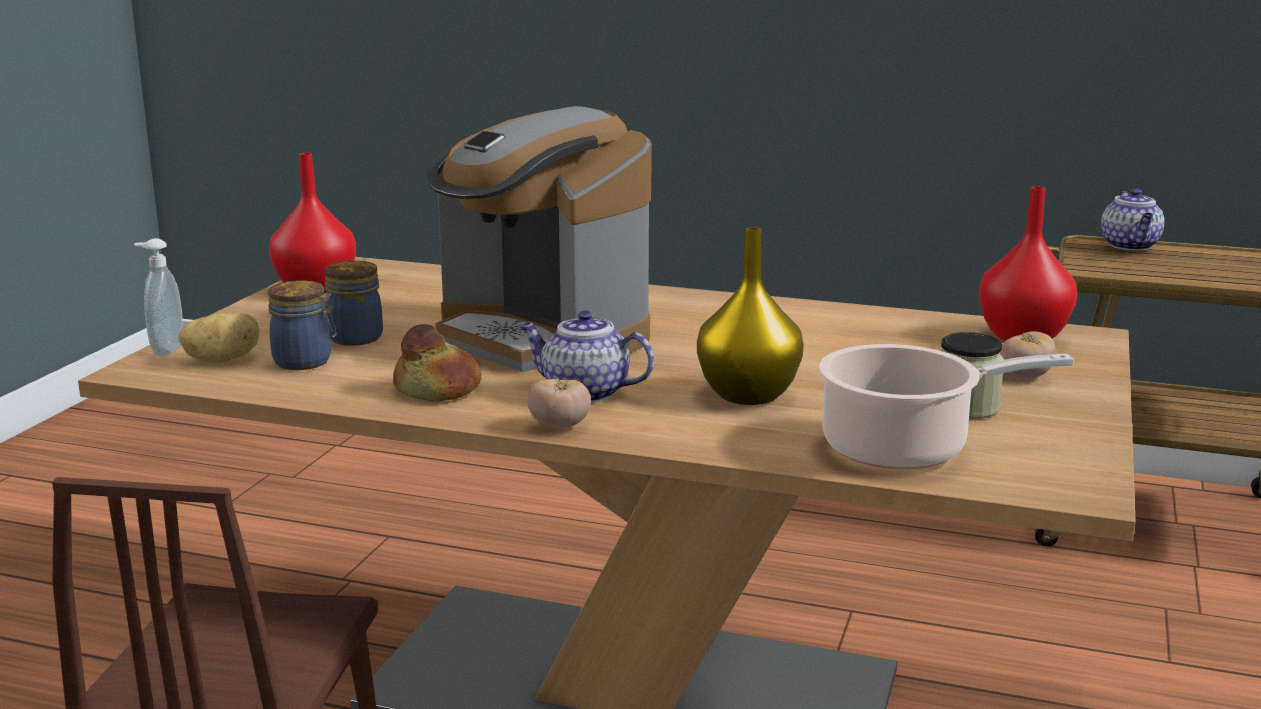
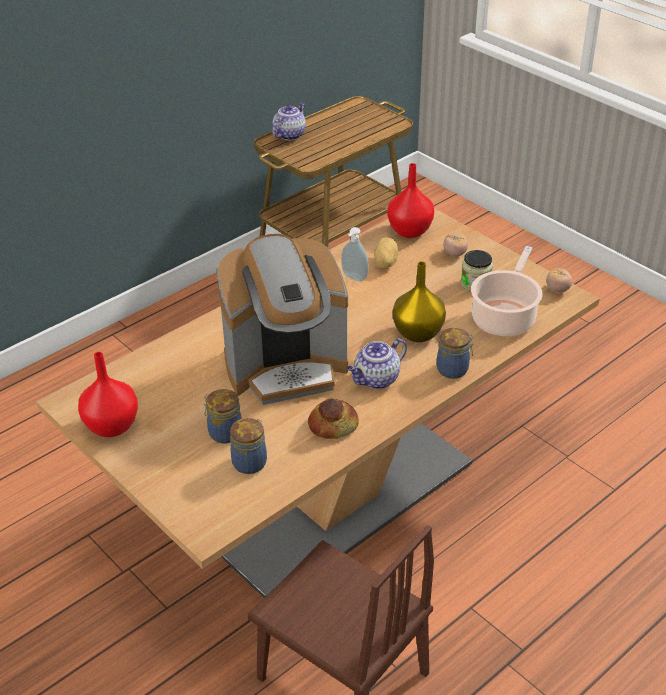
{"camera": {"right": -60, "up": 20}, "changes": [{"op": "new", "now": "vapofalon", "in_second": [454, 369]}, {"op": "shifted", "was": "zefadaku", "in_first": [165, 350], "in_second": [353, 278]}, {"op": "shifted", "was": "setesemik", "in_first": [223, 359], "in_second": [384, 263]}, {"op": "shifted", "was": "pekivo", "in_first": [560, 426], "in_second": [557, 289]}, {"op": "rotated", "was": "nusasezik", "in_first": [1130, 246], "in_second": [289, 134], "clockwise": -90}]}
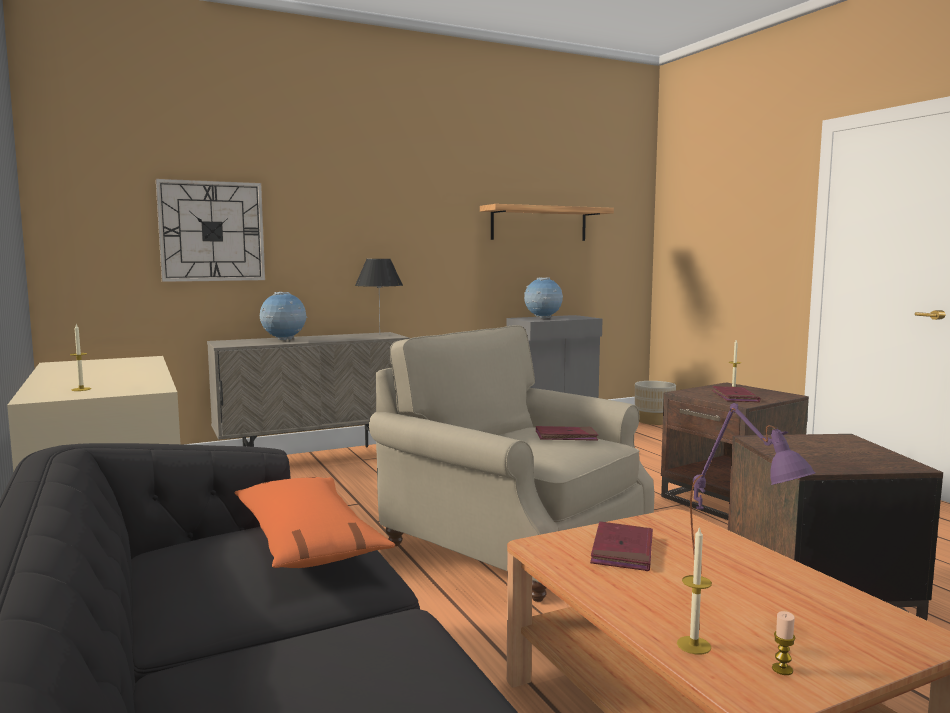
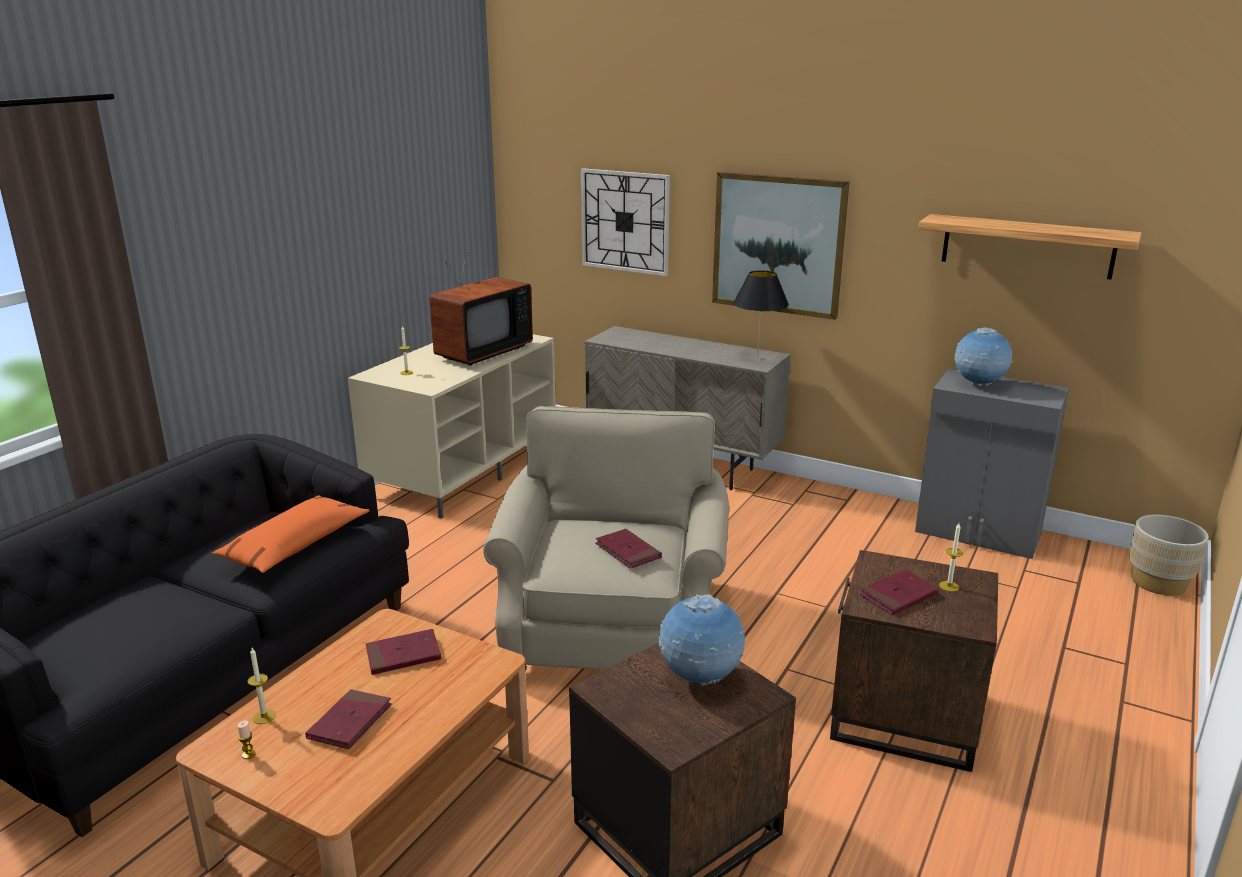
{"camera": {"right": 55, "up": 15}, "changes": [{"op": "new", "now": "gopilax", "in_second": [478, 352]}, {"op": "new", "now": "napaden", "in_second": [778, 244]}, {"op": "shifted", "was": "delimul", "in_first": [284, 340], "in_second": [700, 678]}, {"op": "swapped", "was": "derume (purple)", "now": "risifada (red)", "in_first": [743, 598], "in_second": [350, 722]}]}
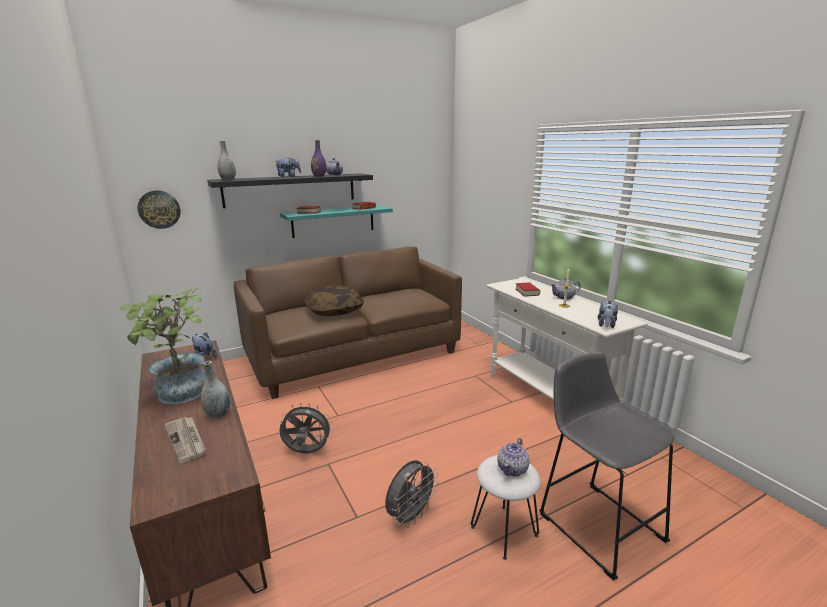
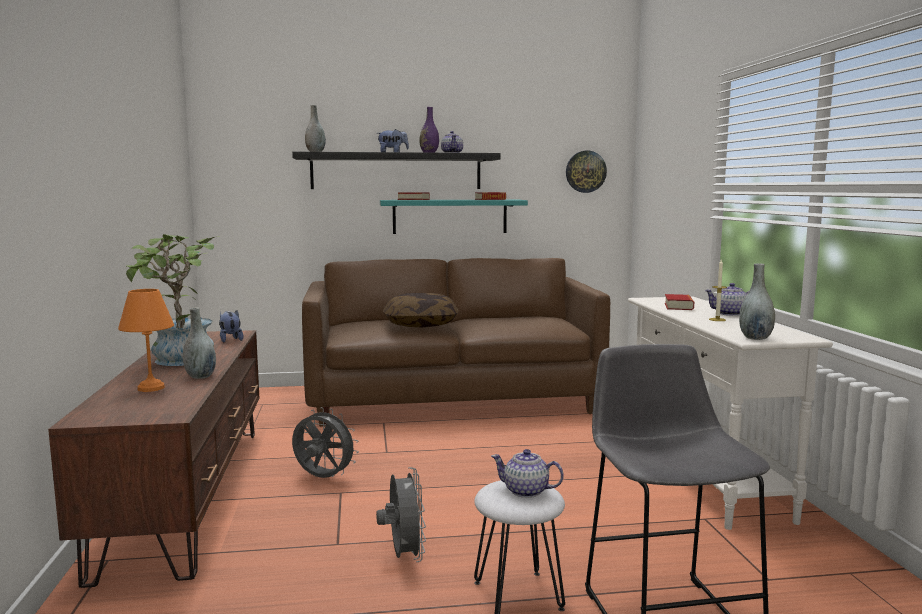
{"camera": {"right": 20, "up": -10}, "changes": [{"op": "shifted", "was": "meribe", "in_first": [159, 209], "in_second": [585, 171]}, {"op": "swapped", "was": "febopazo", "now": "derume (orange)", "in_first": [186, 440], "in_second": [152, 388]}, {"op": "swapped", "was": "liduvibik", "now": "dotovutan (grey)", "in_first": [606, 325], "in_second": [755, 338]}, {"op": "rotated", "was": "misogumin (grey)", "in_first": [410, 516], "in_second": [403, 556], "clockwise": -75}, {"op": "rotated", "was": "nusasezik", "in_first": [513, 469], "in_second": [526, 491], "clockwise": 60}]}
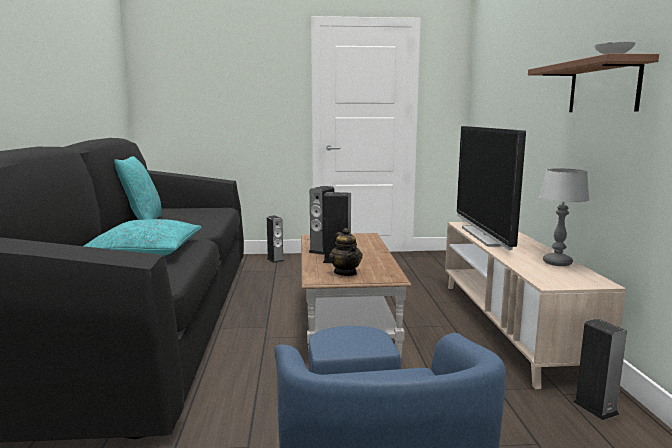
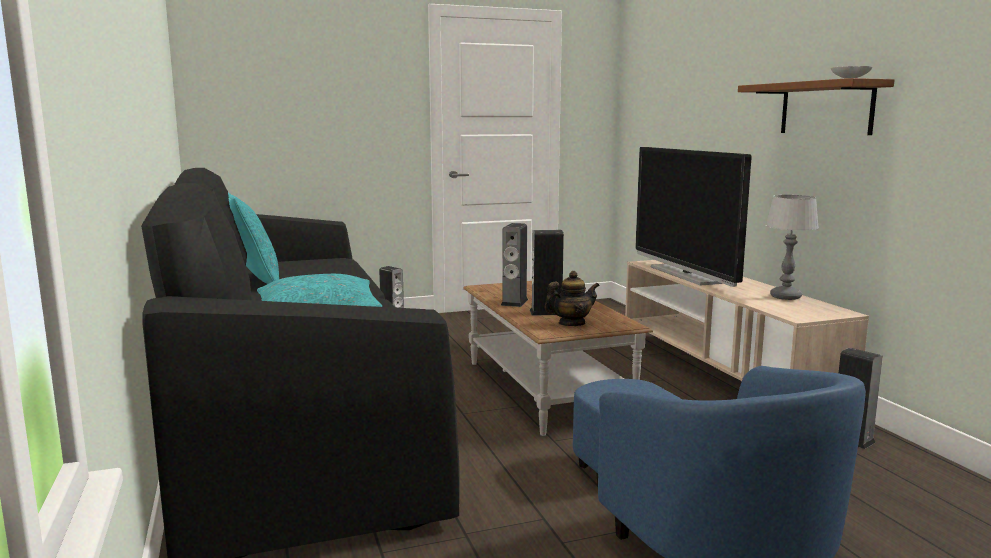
{"camera": {"right": -15, "up": 0}, "changes": [{"op": "rotated", "was": "nusasezik", "in_first": [346, 273], "in_second": [571, 324], "clockwise": -75}]}
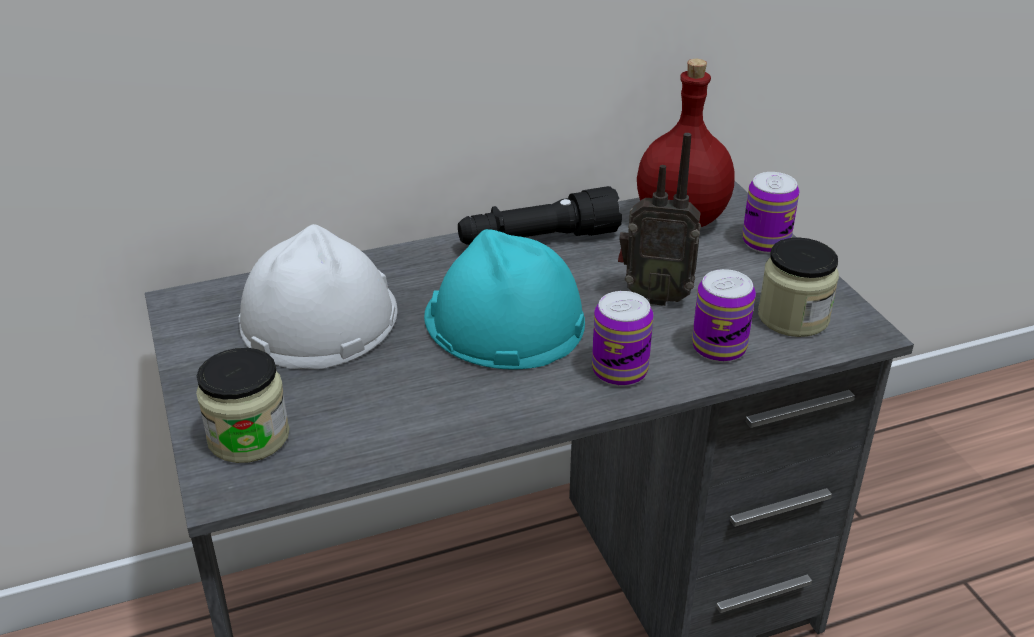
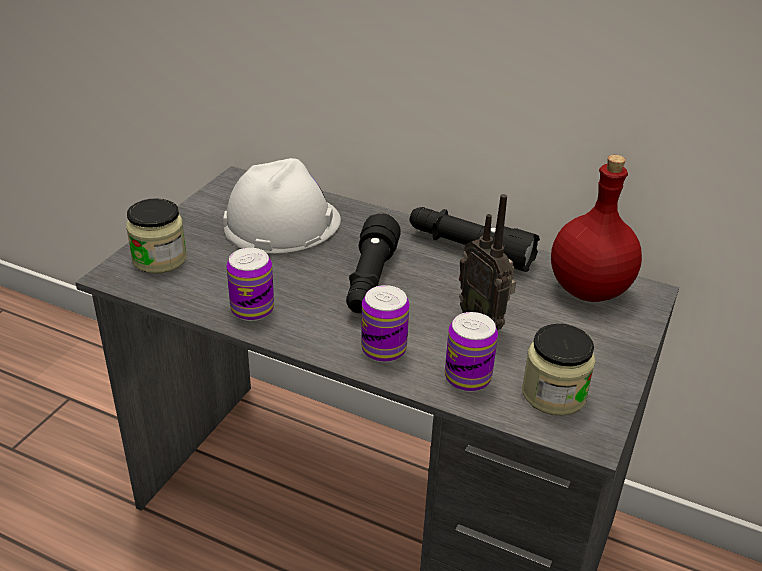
{"camera": {"right": 45, "up": 0}, "changes": [{"op": "shifted", "was": "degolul", "in_first": [765, 242], "in_second": [252, 309]}, {"op": "swapped", "was": "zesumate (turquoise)", "now": "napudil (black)", "in_first": [504, 320], "in_second": [370, 281]}]}
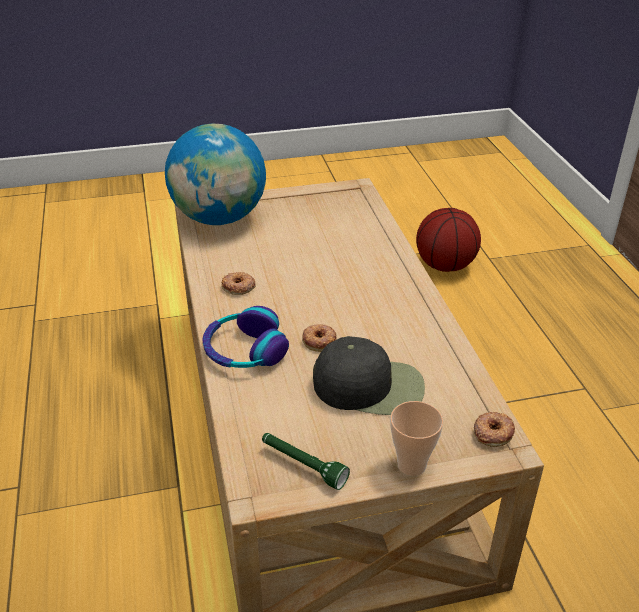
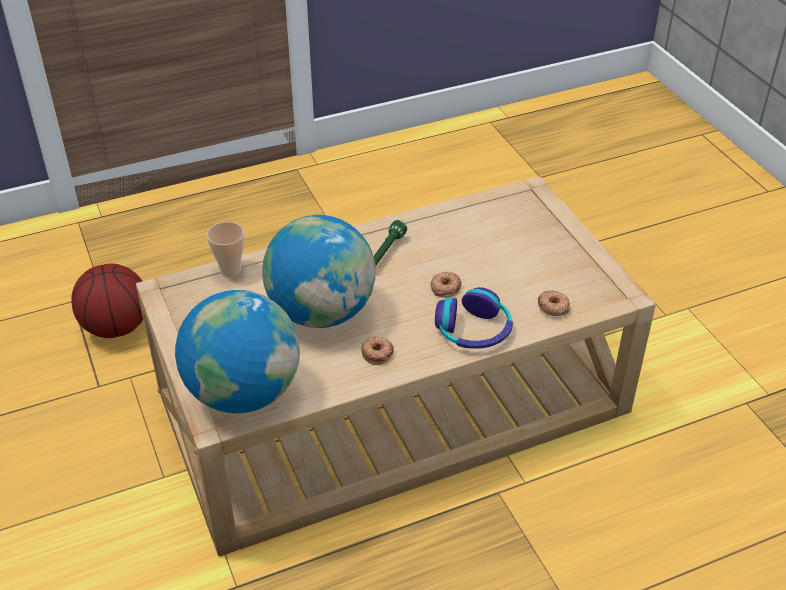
{"camera": {"right": -100, "up": 5}, "changes": [{"op": "gone", "was": "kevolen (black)", "in_first": [370, 386]}, {"op": "new", "now": "delimul", "in_second": [322, 312]}, {"op": "shifted", "was": "napudil (green)", "in_first": [302, 465], "in_second": [385, 252]}, {"op": "shifted", "was": "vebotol", "in_first": [411, 465], "in_second": [230, 269]}, {"op": "shifted", "was": "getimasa", "in_first": [492, 432], "in_second": [553, 306]}]}
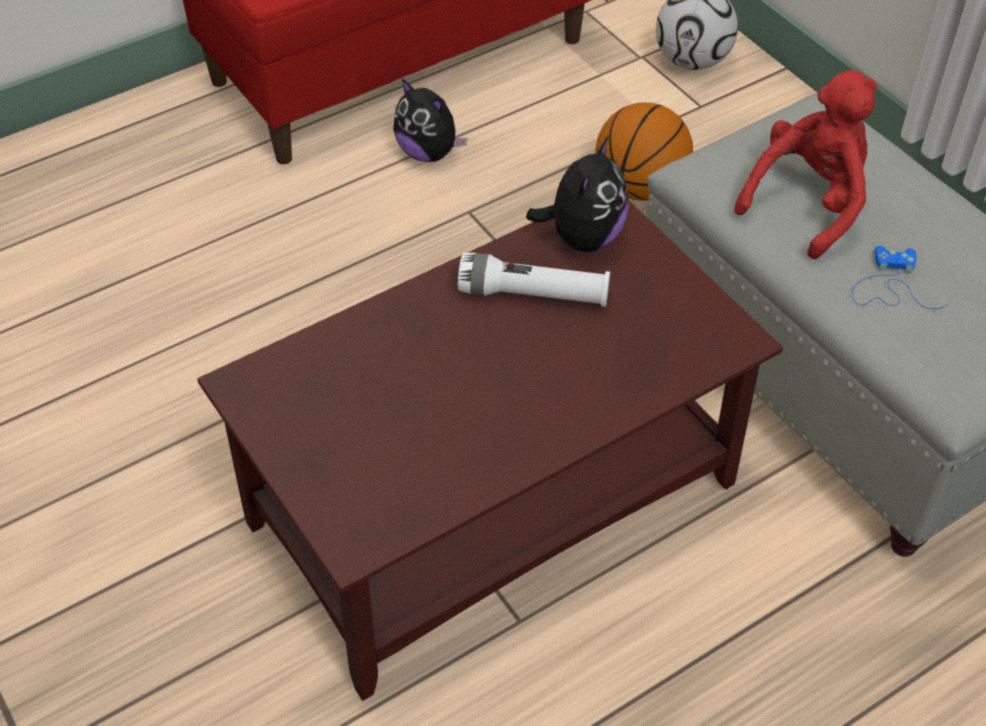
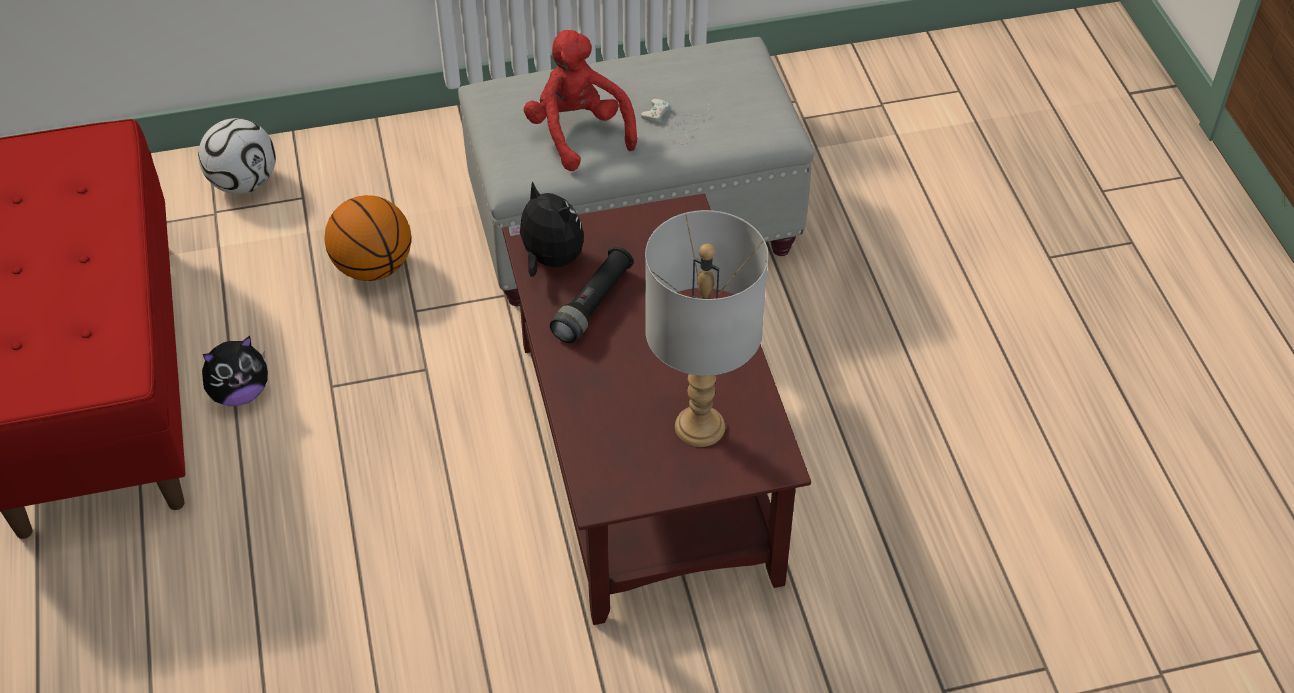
{"camera": {"right": -70, "up": 0}, "changes": [{"op": "new", "now": "derume (grey)", "in_second": [700, 425]}, {"op": "repainted", "was": "napudil (white)", "now": "napudil (black)", "in_first": [533, 295], "in_second": [593, 304]}, {"op": "repainted", "was": "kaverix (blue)", "now": "kaverix (white)", "in_first": [889, 285], "in_second": [674, 123]}]}
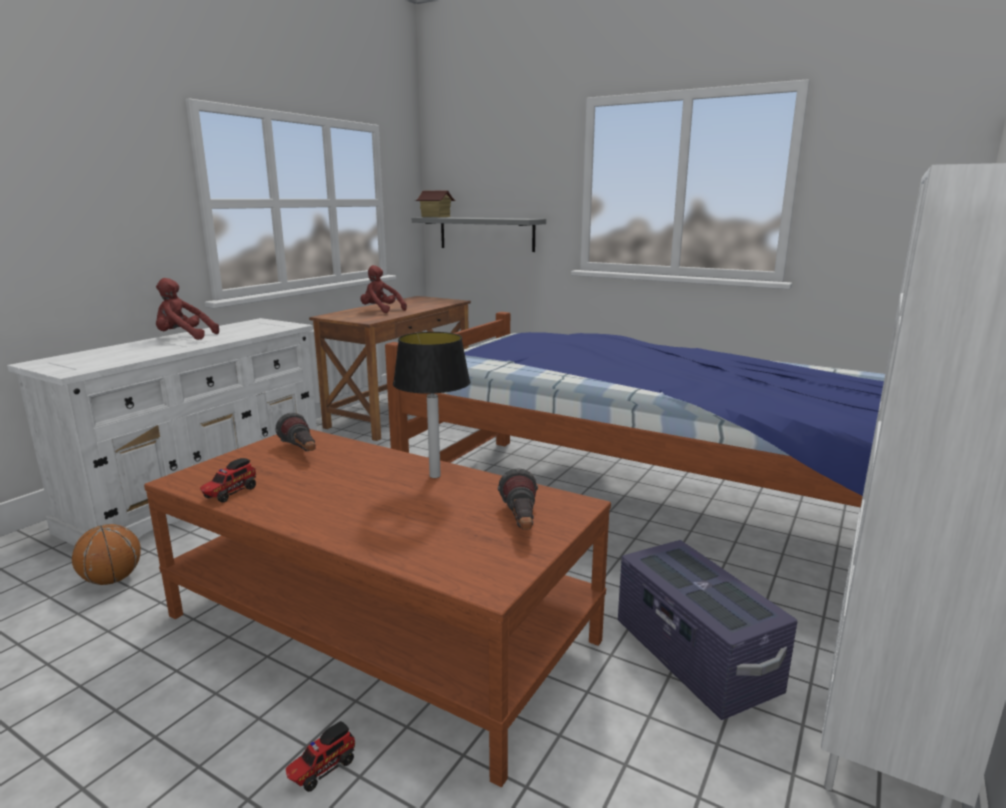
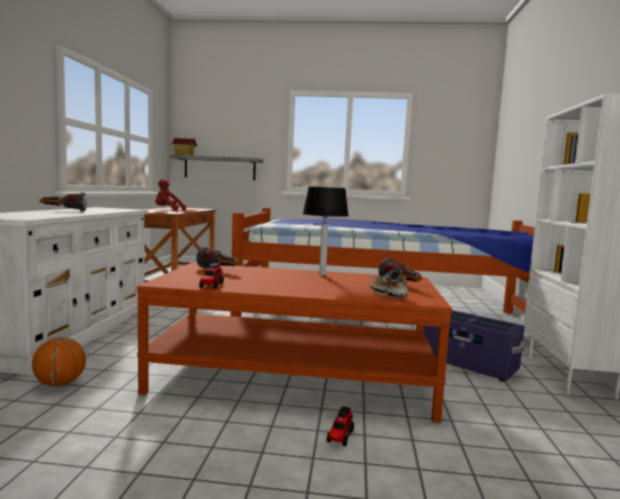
{"camera": {"right": -25, "up": -10}, "changes": [{"op": "new", "now": "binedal", "in_second": [387, 293]}, {"op": "swapped", "was": "liduvibik (red)", "now": "napudil", "in_first": [183, 337], "in_second": [64, 210]}]}
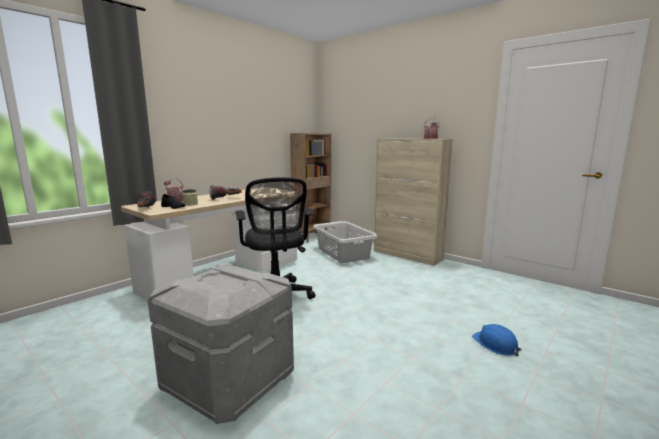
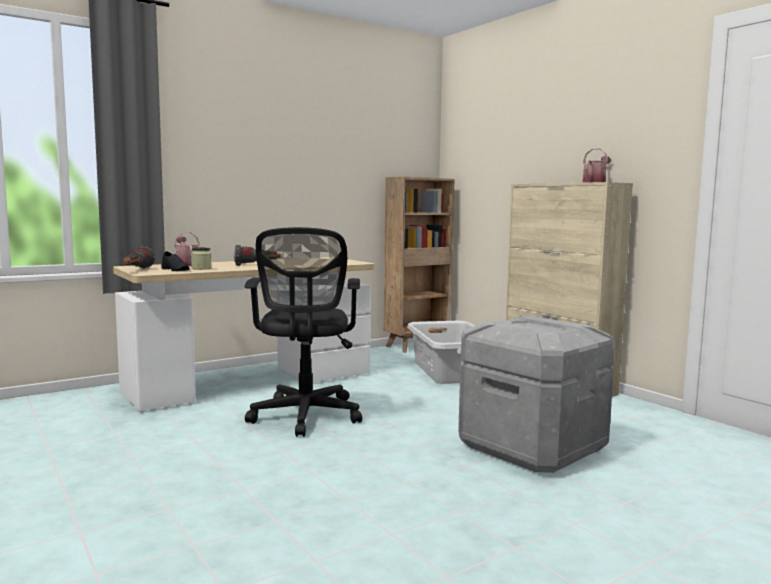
{"camera": {"right": 15, "up": -5}, "changes": [{"op": "gone", "was": "zesumate (blue)", "in_first": [495, 344]}, {"op": "shifted", "was": "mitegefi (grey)", "in_first": [228, 382], "in_second": [530, 447]}]}
